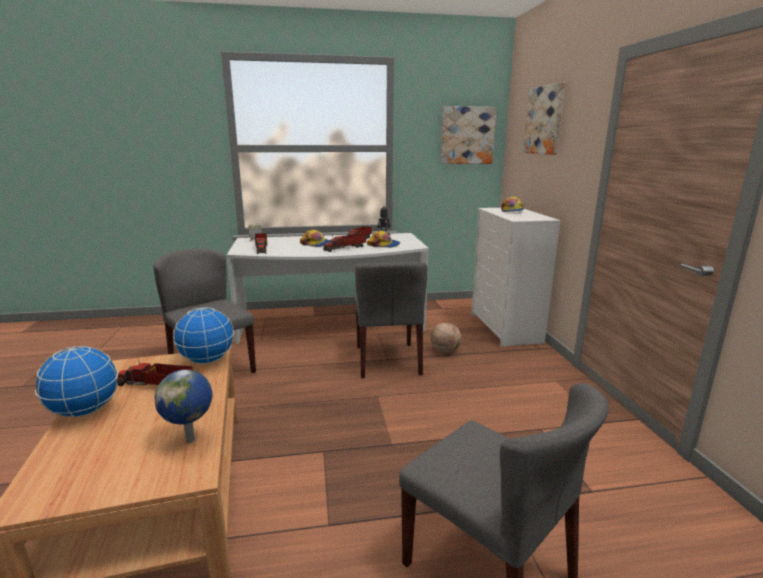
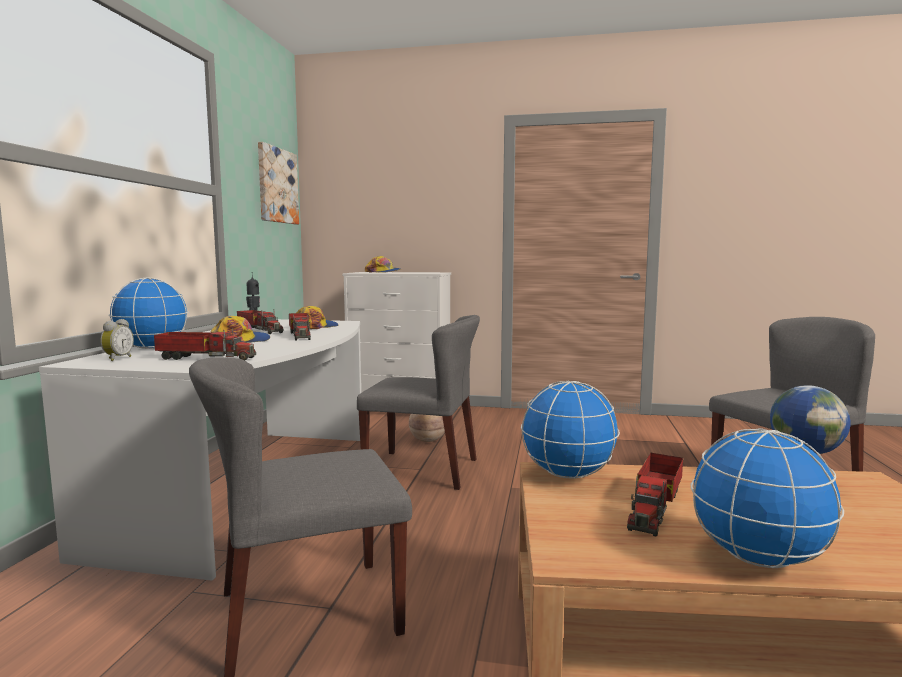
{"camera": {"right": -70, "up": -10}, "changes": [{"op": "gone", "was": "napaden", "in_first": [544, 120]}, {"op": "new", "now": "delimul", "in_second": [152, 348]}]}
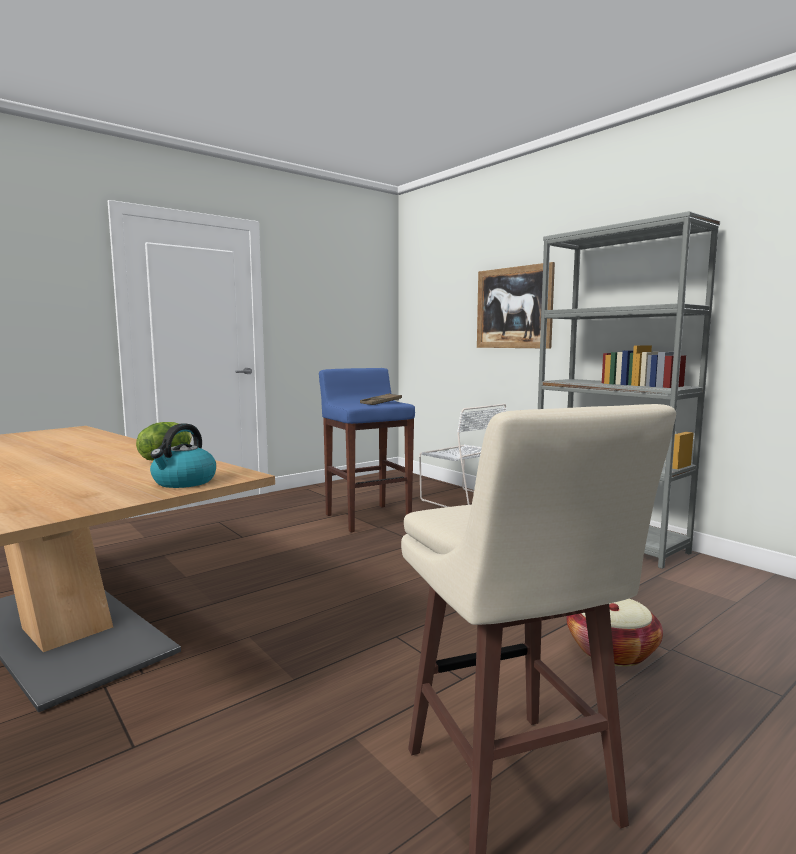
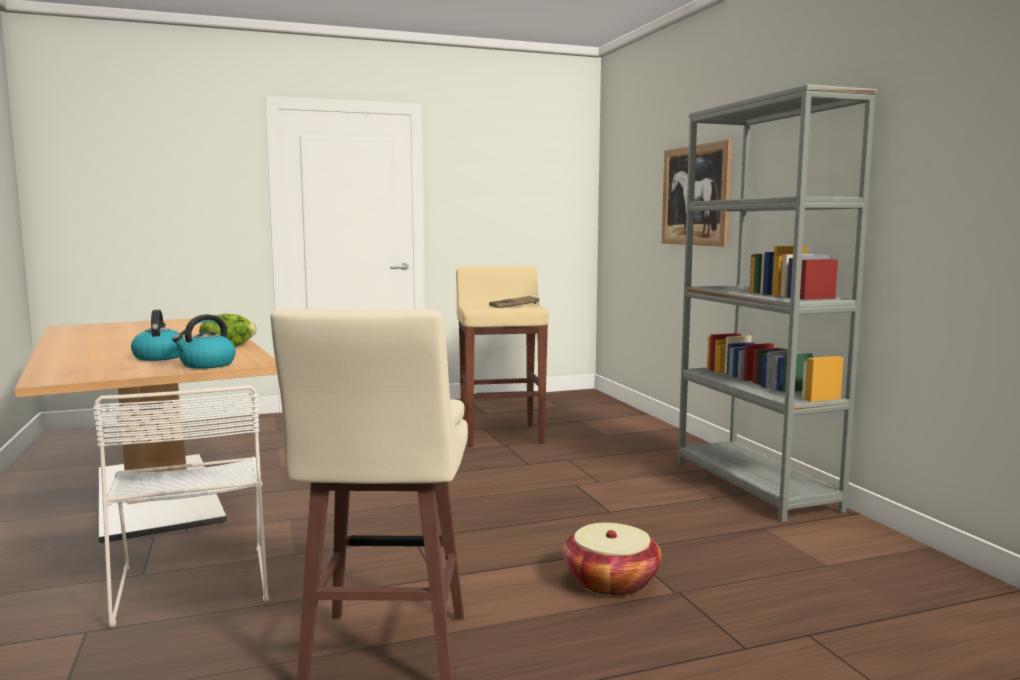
{"camera": {"right": 20, "up": 0}, "changes": [{"op": "new", "now": "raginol", "in_second": [159, 357]}, {"op": "shifted", "was": "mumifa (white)", "in_first": [463, 500], "in_second": [193, 580]}, {"op": "repainted", "was": "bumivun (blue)", "now": "bumivun (beige)", "in_first": [367, 518], "in_second": [501, 435]}]}
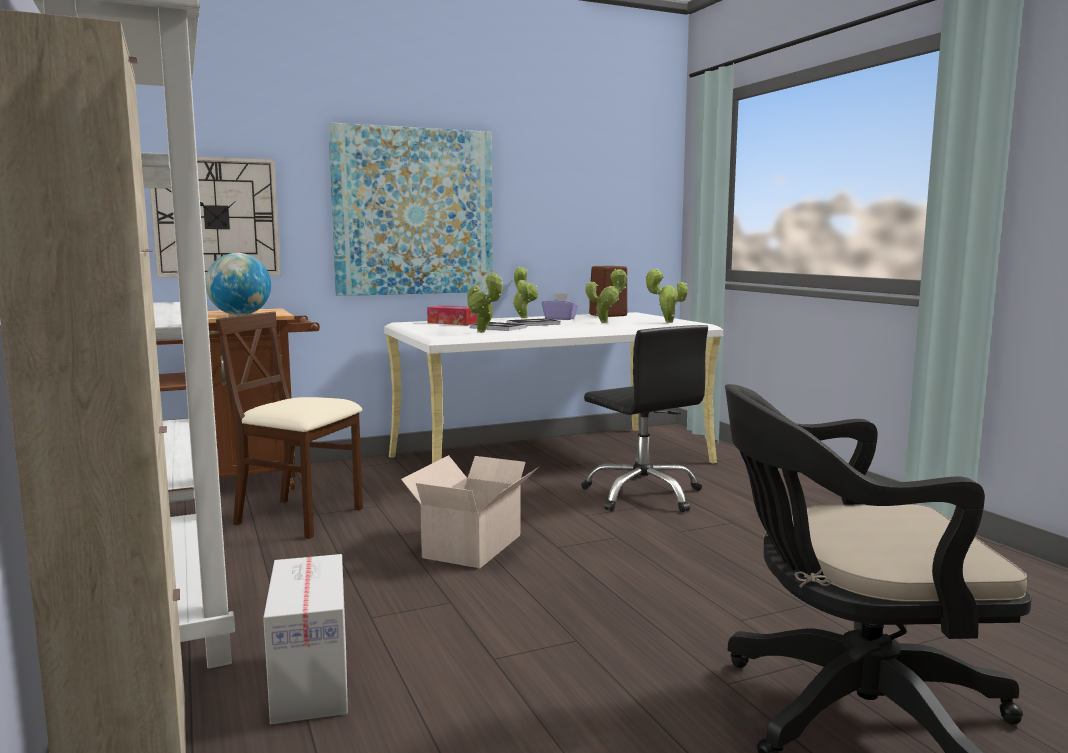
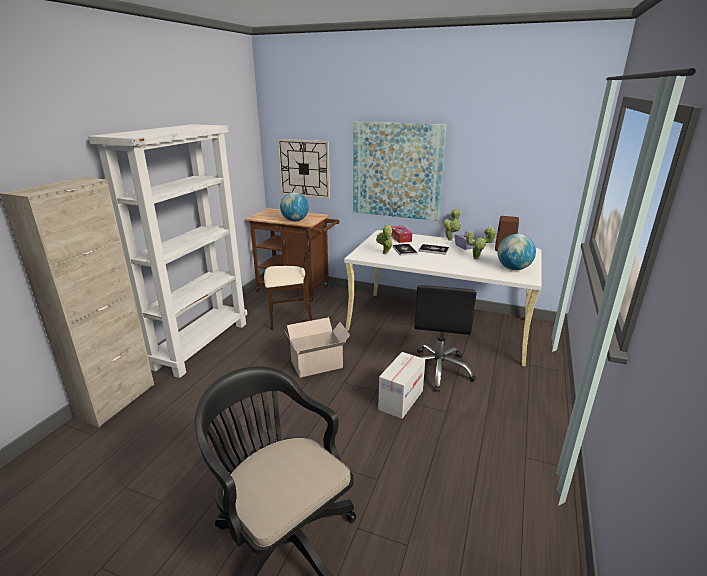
{"camera": {"right": 45, "up": 15}, "changes": [{"op": "shifted", "was": "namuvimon", "in_first": [310, 681], "in_second": [401, 400]}, {"op": "swapped", "was": "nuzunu", "now": "delimul", "in_first": [666, 322], "in_second": [513, 268]}, {"op": "rotated", "was": "mumifa (beige)", "in_first": [299, 517], "in_second": [290, 318], "clockwise": 105}]}
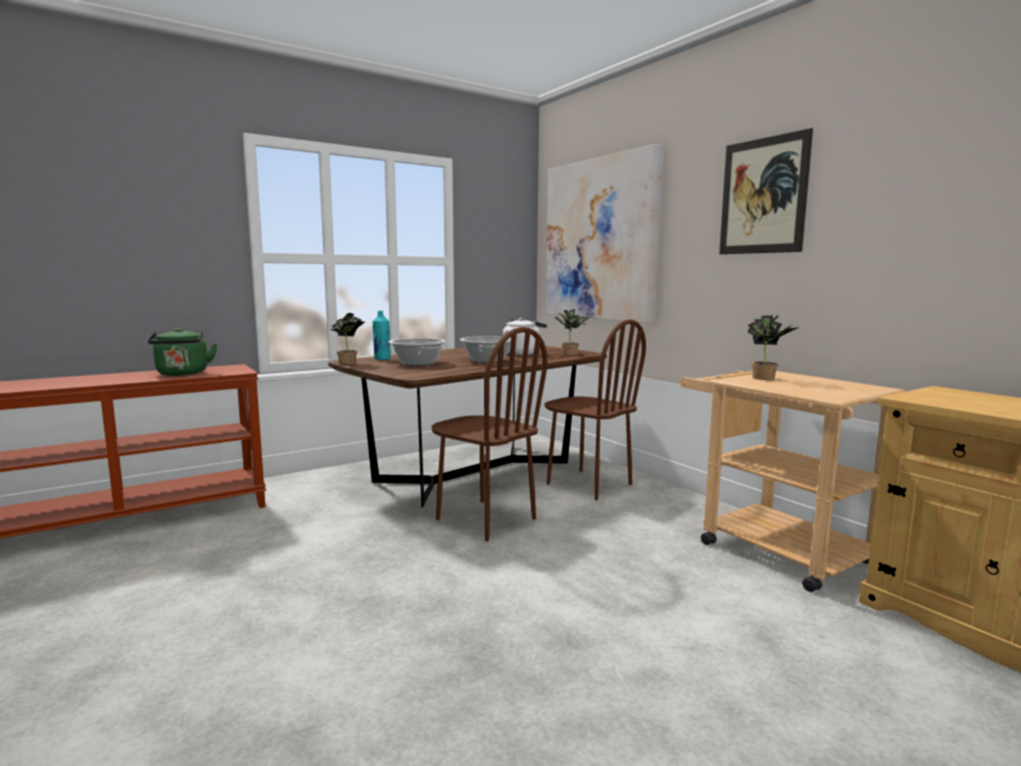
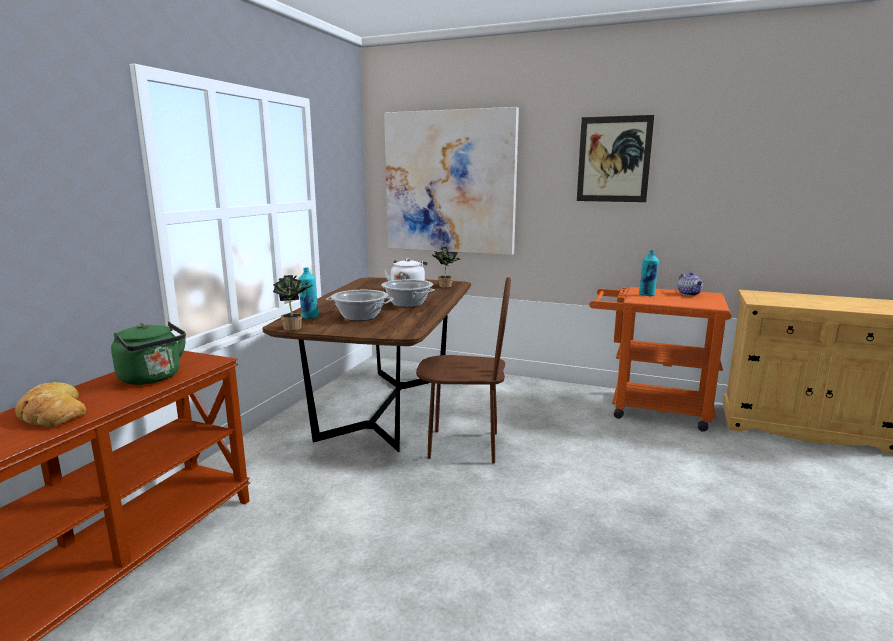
{"camera": {"right": -35, "up": 5}, "changes": [{"op": "gone", "was": "mumifa (brown)", "in_first": [588, 484]}, {"op": "new", "now": "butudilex", "in_second": [52, 413]}, {"op": "new", "now": "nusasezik", "in_second": [689, 294]}, {"op": "swapped", "was": "nuzunu", "now": "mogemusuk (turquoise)", "in_first": [767, 378], "in_second": [647, 295]}, {"op": "repainted", "was": "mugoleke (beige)", "now": "mugoleke (orange)", "in_first": [771, 547], "in_second": [649, 408]}]}
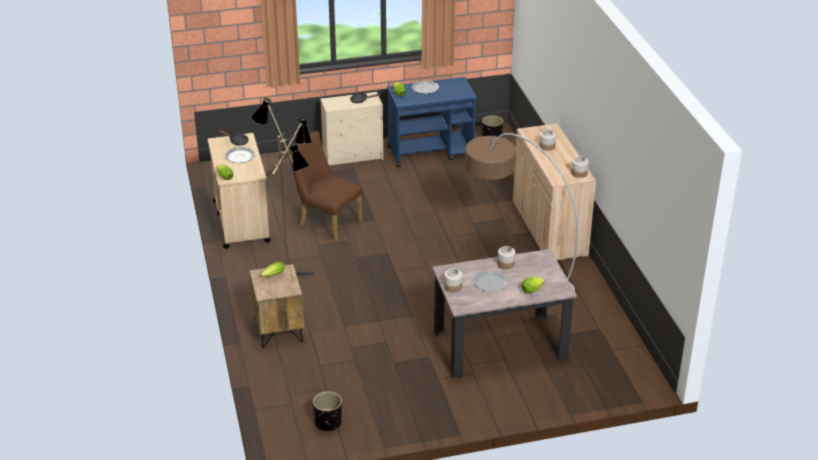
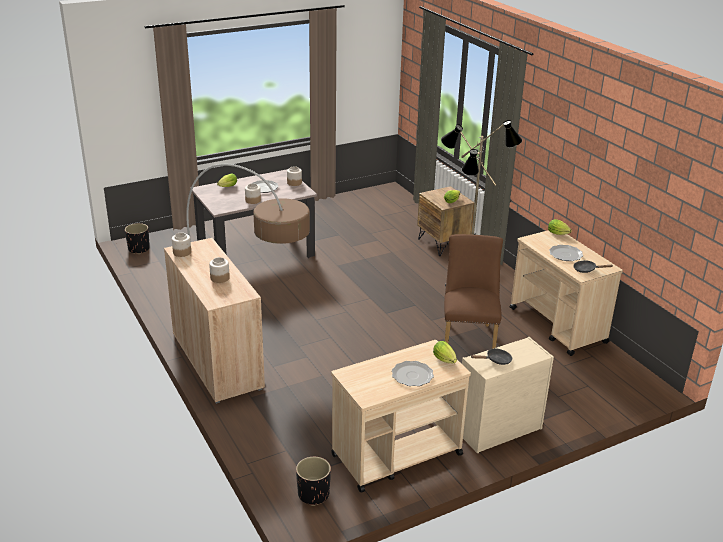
{"camera": {"right": 165, "up": -5}, "changes": [{"op": "shifted", "was": "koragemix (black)", "in_first": [328, 423], "in_second": [139, 249]}, {"op": "repainted", "was": "mugoleke (blue)", "now": "mugoleke (beige)", "in_first": [431, 152], "in_second": [396, 455]}, {"op": "rotated", "was": "mumifa (brown)", "in_first": [326, 222], "in_second": [468, 336], "clockwise": -105}]}
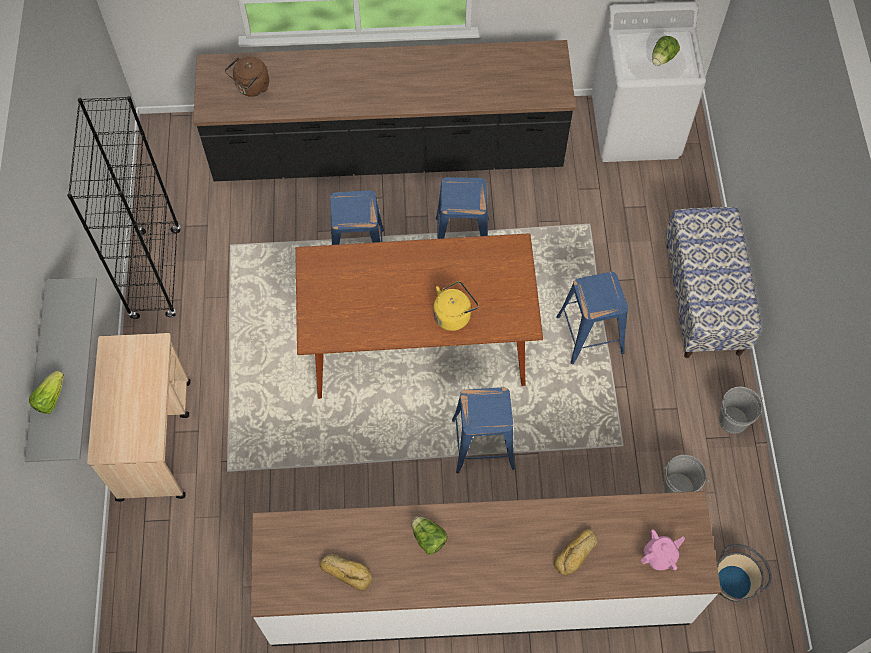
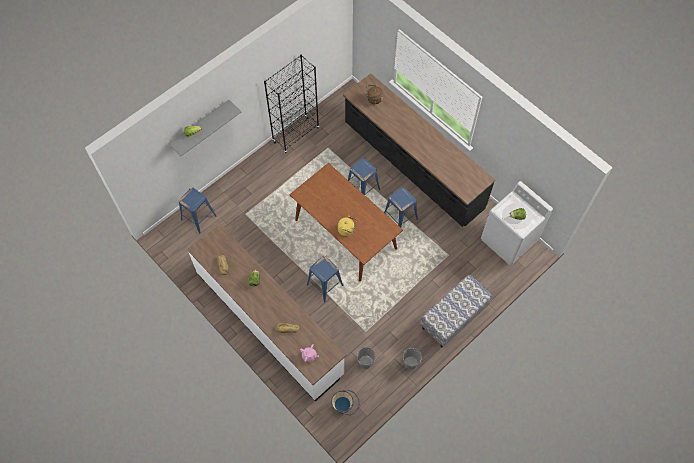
{"camera": {"right": 50, "up": 0}, "changes": [{"op": "gone", "was": "mugoleke (beige)", "in_first": [155, 439]}, {"op": "shifted", "was": "bumivun (blue)", "in_first": [590, 334], "in_second": [199, 218]}]}
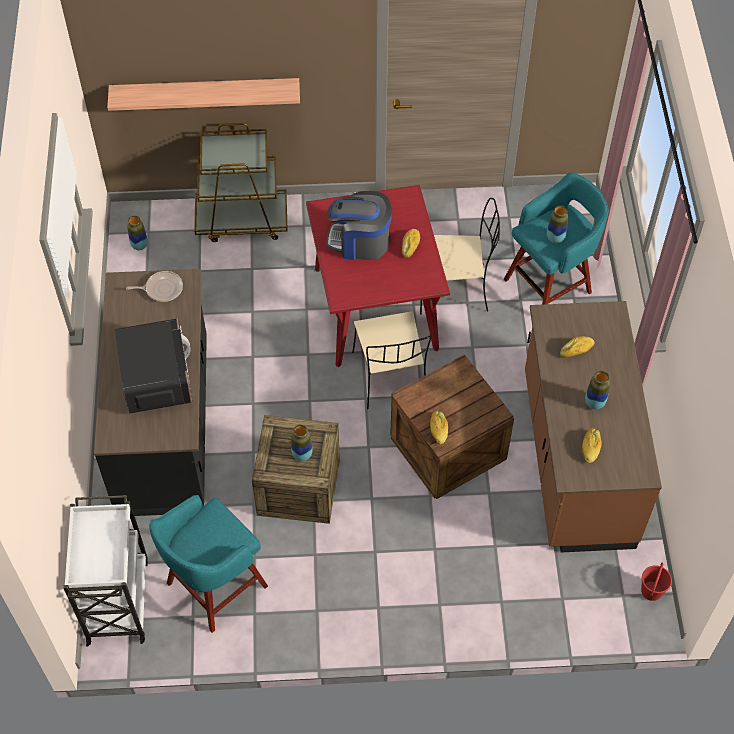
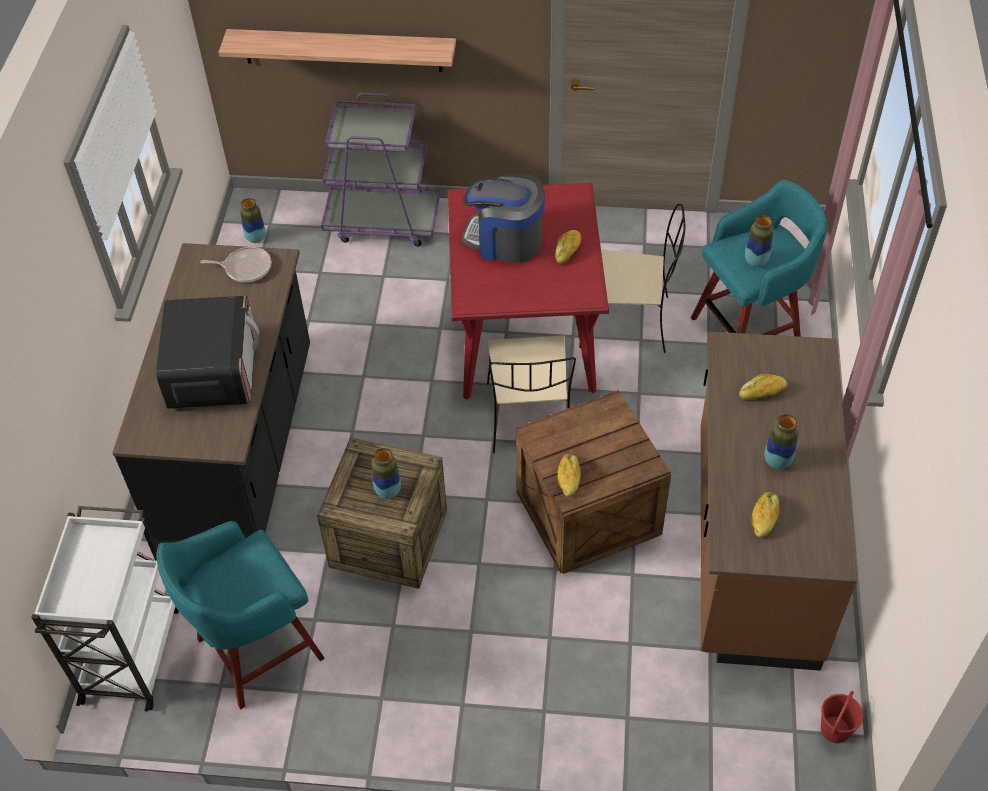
{"camera": {"right": 10, "up": -5}, "changes": [{"op": "repainted", "was": "mugoleke (brown)", "now": "mugoleke (purple)", "in_first": [242, 220], "in_second": [383, 221]}]}
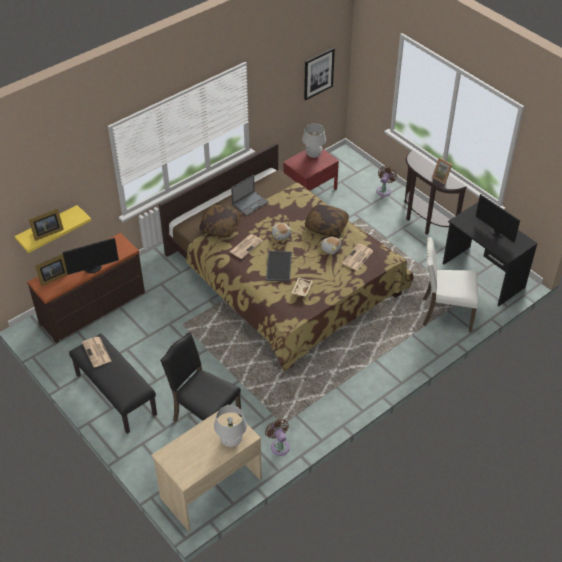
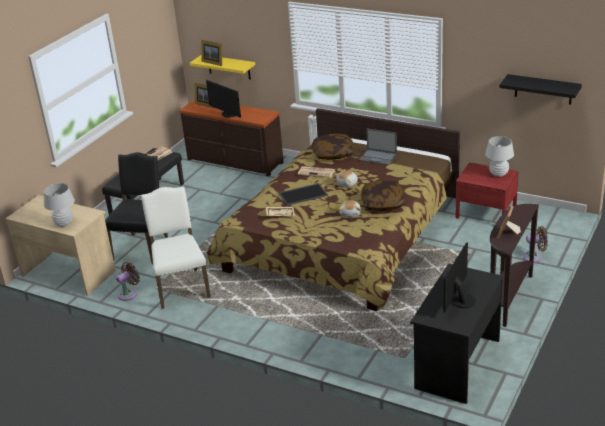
{"camera": {"right": 70, "up": -15}, "changes": [{"op": "gone", "was": "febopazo", "in_first": [357, 258]}, {"op": "shifted", "was": "mumifa (white)", "in_first": [445, 314], "in_second": [181, 287]}, {"op": "swapped", "was": "napaden", "now": "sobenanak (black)", "in_first": [318, 73], "in_second": [543, 89]}]}
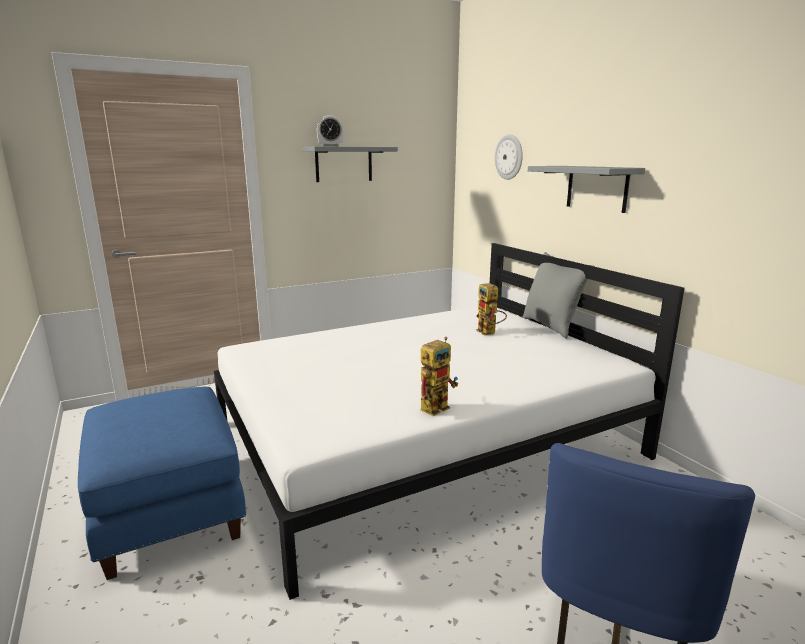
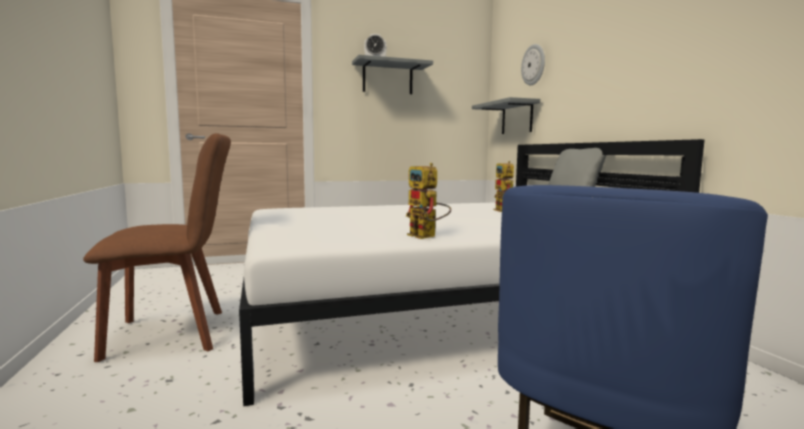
{"camera": {"right": 10, "up": -10}, "changes": [{"op": "shifted", "was": "sobenanak (grey)", "in_first": [597, 188], "in_second": [517, 118]}, {"op": "swapped", "was": "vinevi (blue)", "now": "mumifa (brown)", "in_first": [171, 511], "in_second": [174, 333]}, {"op": "rotated", "was": "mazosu", "in_first": [437, 406], "in_second": [427, 236], "clockwise": 90}]}
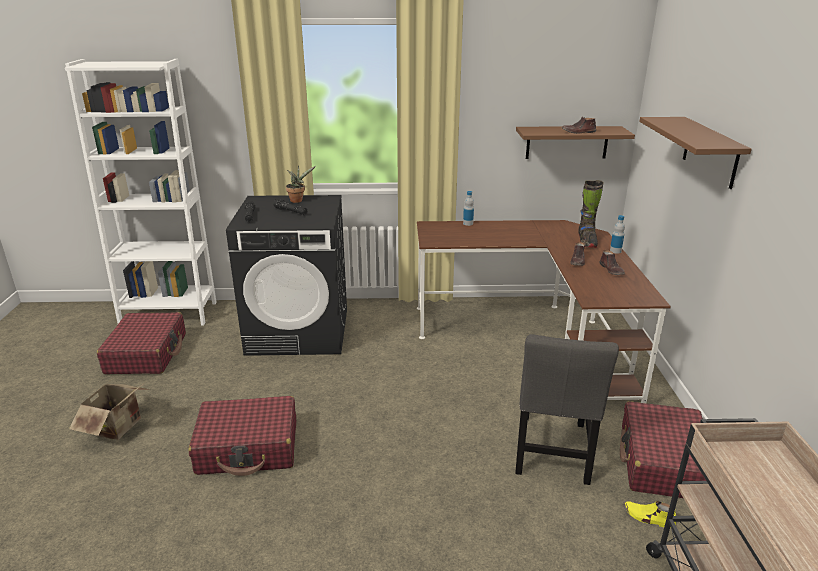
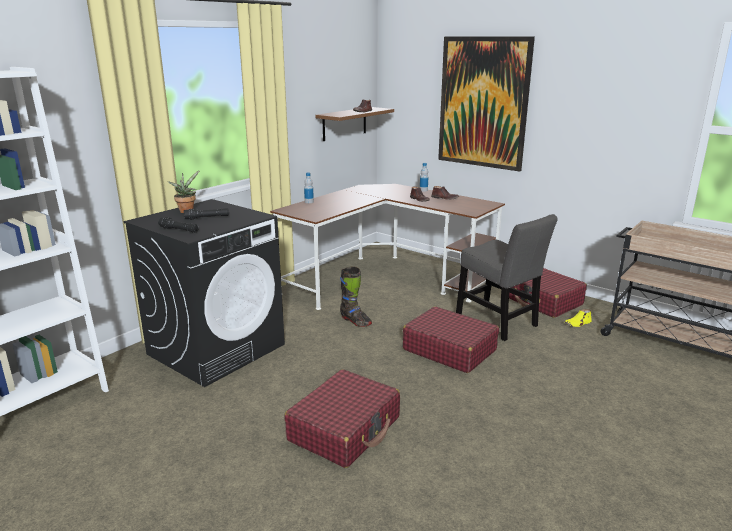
{"camera": {"right": -50, "up": -5}, "changes": [{"op": "gone", "was": "namuvimon", "in_first": [120, 427]}, {"op": "shifted", "was": "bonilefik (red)", "in_first": [147, 353], "in_second": [449, 350]}, {"op": "shifted", "was": "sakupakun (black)", "in_first": [586, 242], "in_second": [355, 321]}, {"op": "swapped", "was": "sobenanak (brown)", "now": "napaden", "in_first": [710, 152], "in_second": [483, 103]}]}
